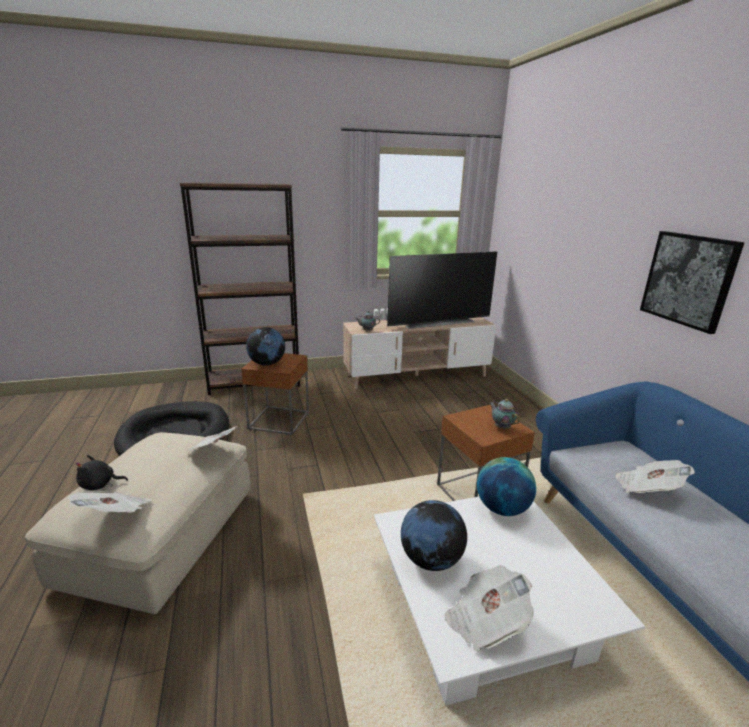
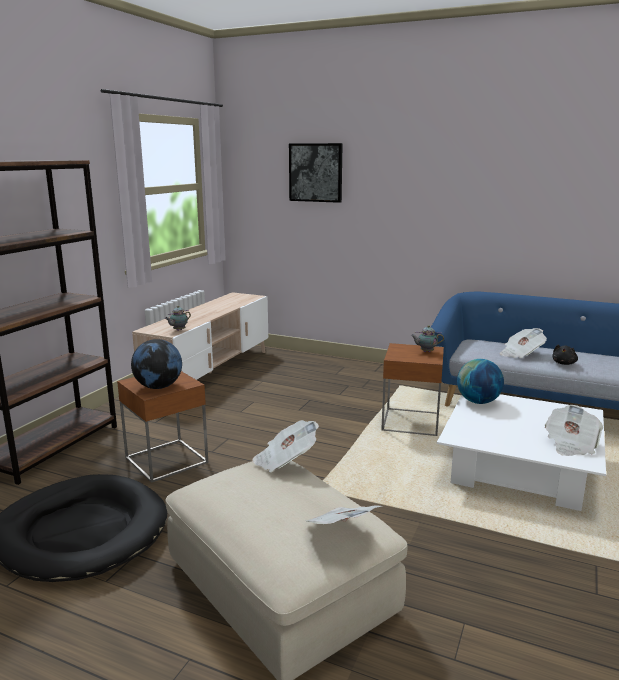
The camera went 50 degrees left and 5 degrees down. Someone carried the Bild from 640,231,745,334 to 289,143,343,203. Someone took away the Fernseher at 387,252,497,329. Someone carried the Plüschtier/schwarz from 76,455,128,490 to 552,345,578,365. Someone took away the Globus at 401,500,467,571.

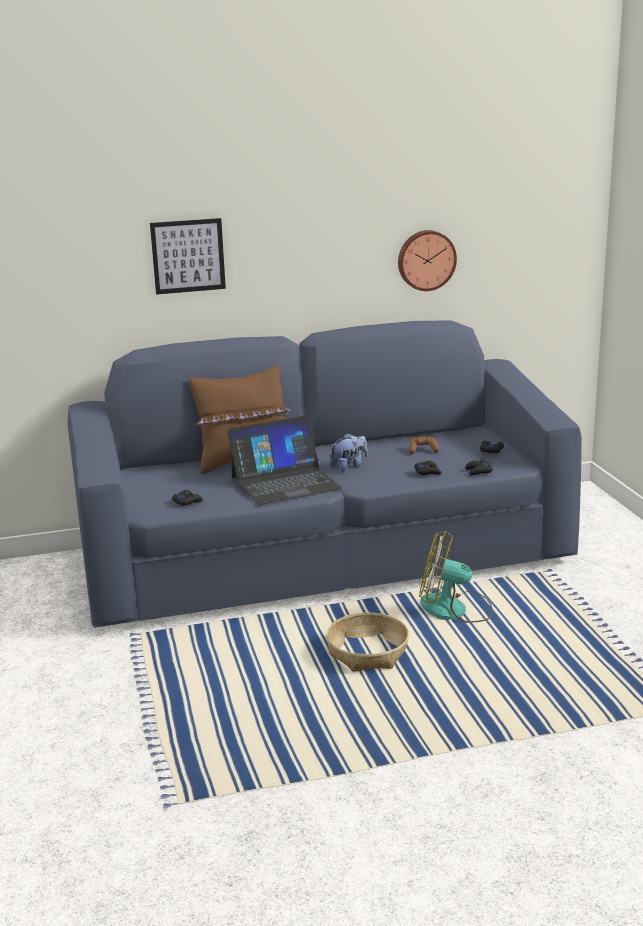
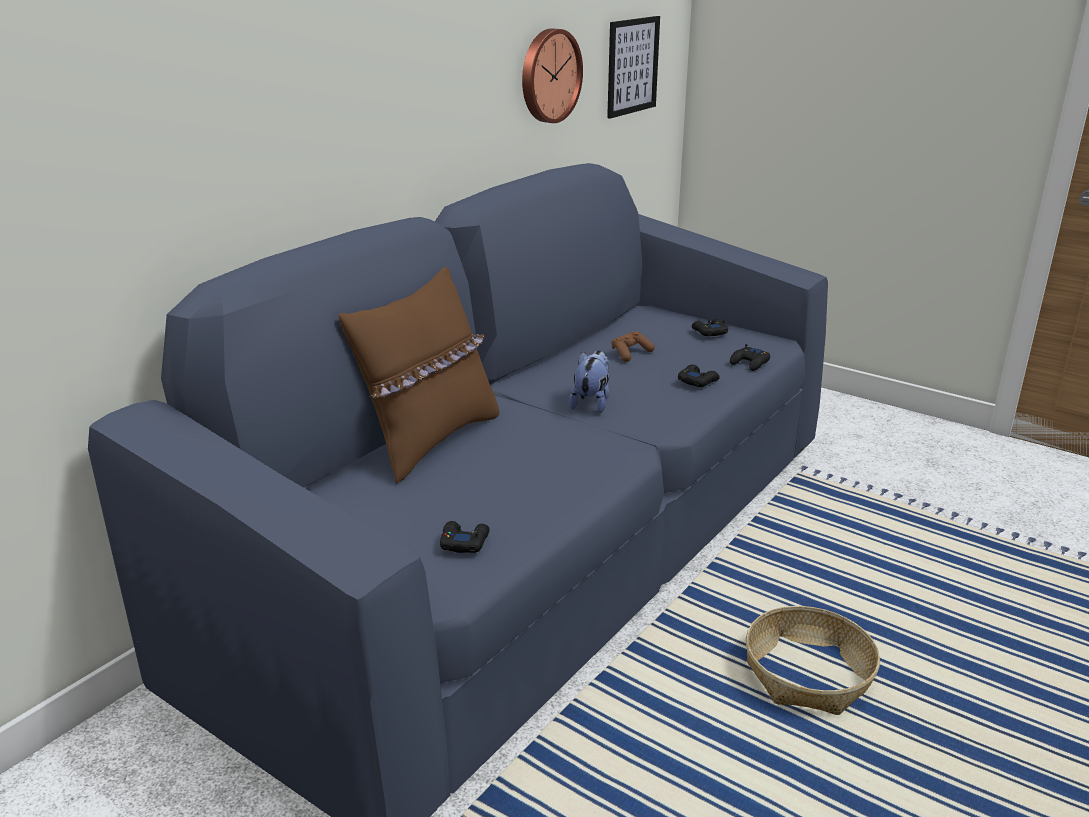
The camera went 40 degrees left and 5 degrees up. Someone carried the Bild from 150,218,226,295 to 607,16,660,119. Someone took away the Laptop at 227,415,342,505. Someone took away the Ventilator at 419,531,493,623.

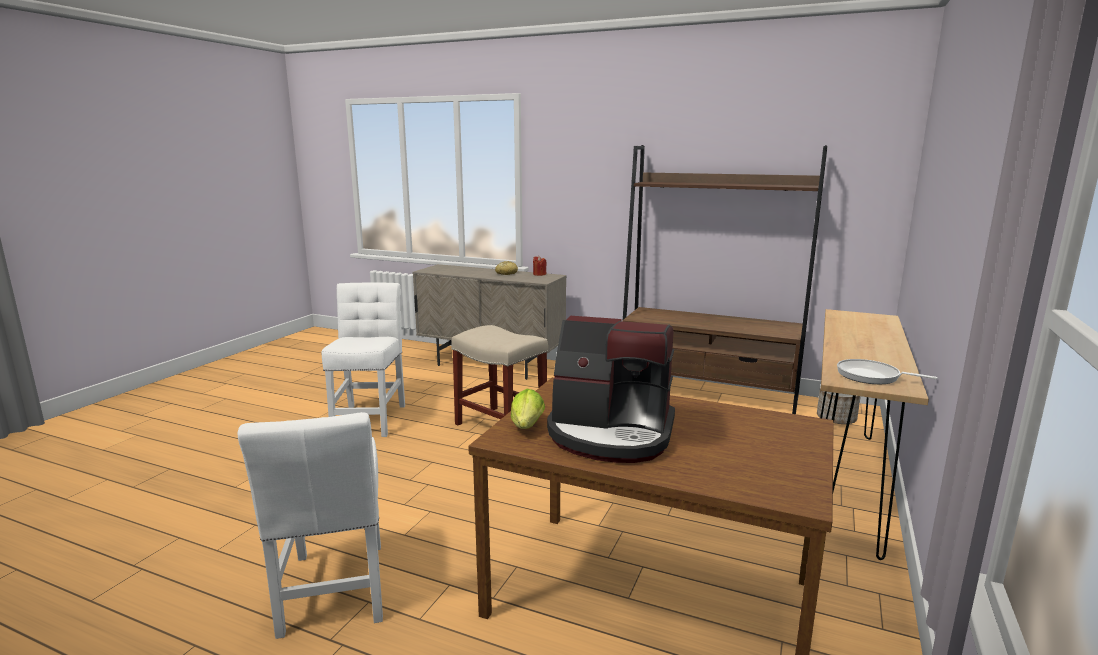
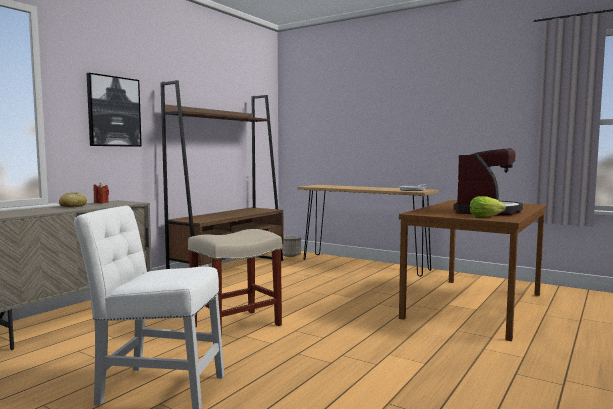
The camera went 80 degrees left and 10 degrees down. Someone took away the Stuhl/weiß at 238,412,383,639. Someone put up the Bild at 86,73,142,147.

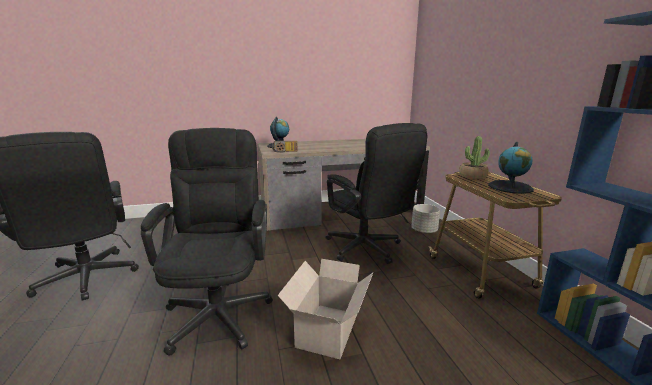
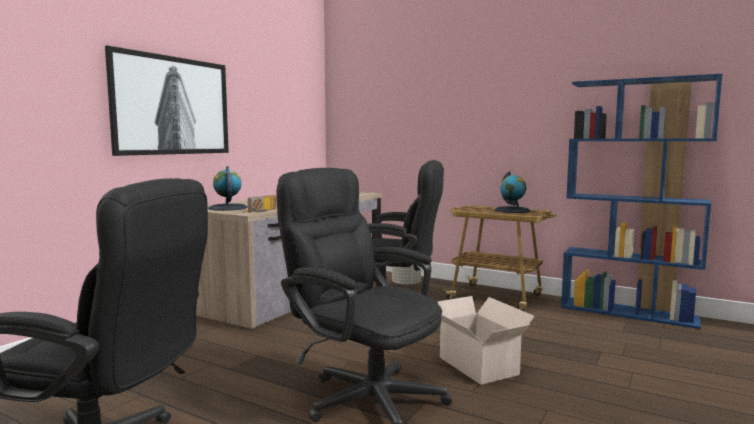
The camera went 45 degrees left and 10 degrees down. Someone took away the Topfpflanze at 459,136,490,179. Someone put up the Bild at 105,45,229,156.

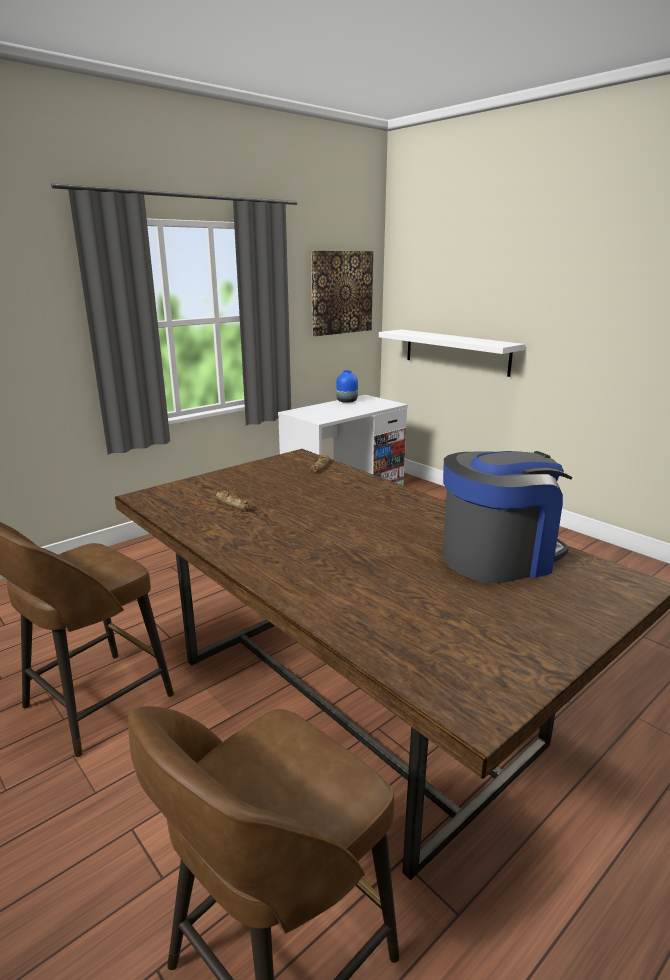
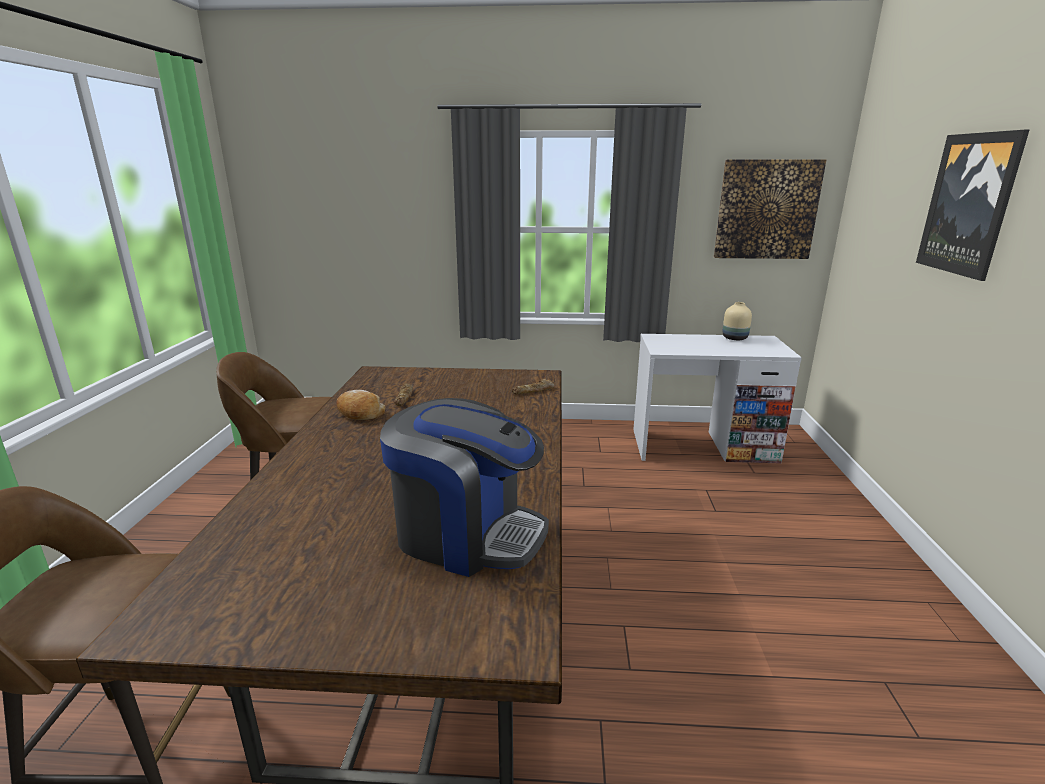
The camera went 45 degrees right and 0 degrees up. Someone took away the Wandregal/weiß at 379,329,525,377. Someone repainted the Vase/blau at 336,370,358,403, which became the Vase/beige at 723,302,752,340. Someone put up the Bild at 916,130,1029,281. Someone put down the Brot at 336,390,385,420.

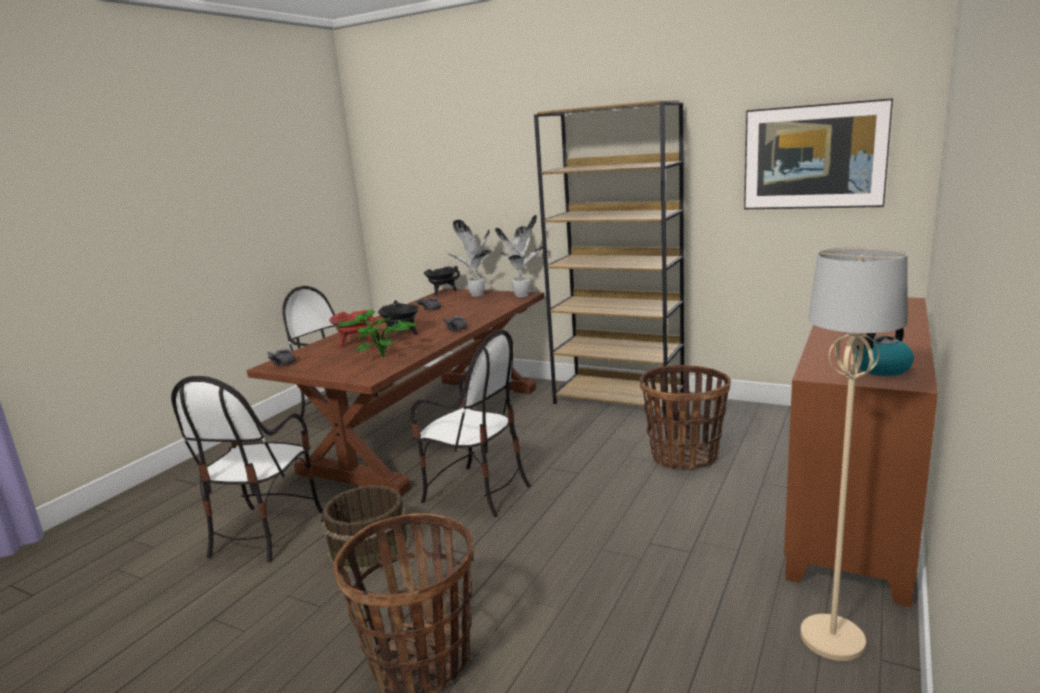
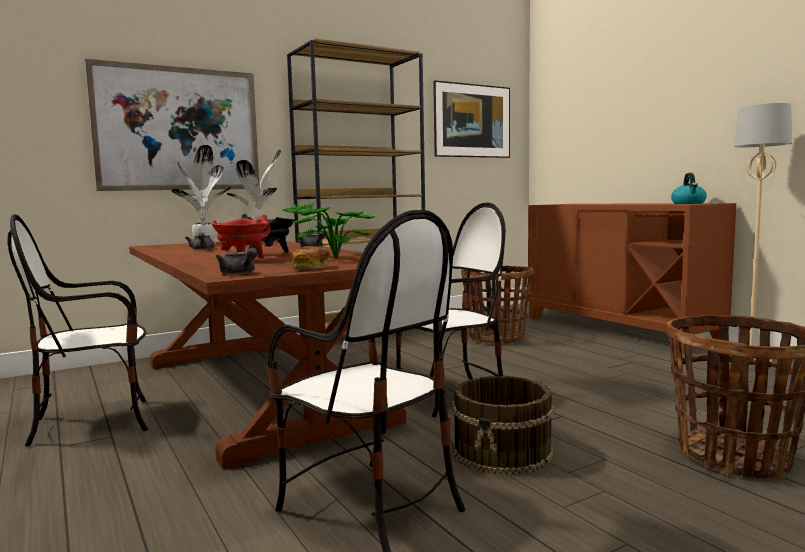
The camera went 60 degrees left and 10 degrees down. Someone took away the Kochtopf/schwarz at 424,266,460,295. Someone put up the Bild at 85,59,259,191. Someone put down the Brot at 291,246,330,269.

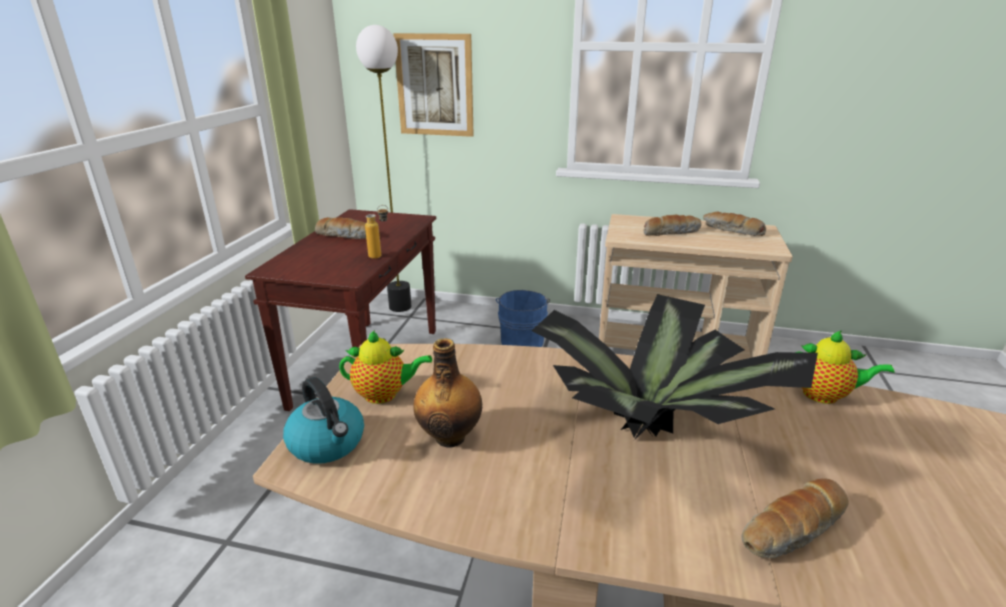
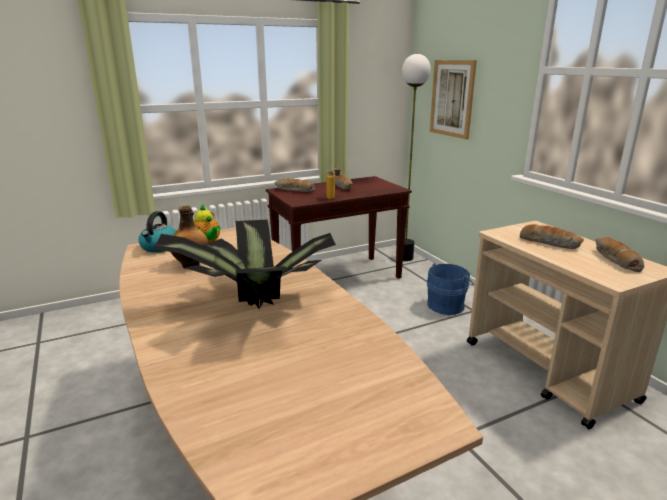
The camera went 50 degrees right and 5 degrees down. Someone took away the Teekanne at 798,331,895,404. Someone carried the Brot from 741,479,849,558 to 275,179,315,192.

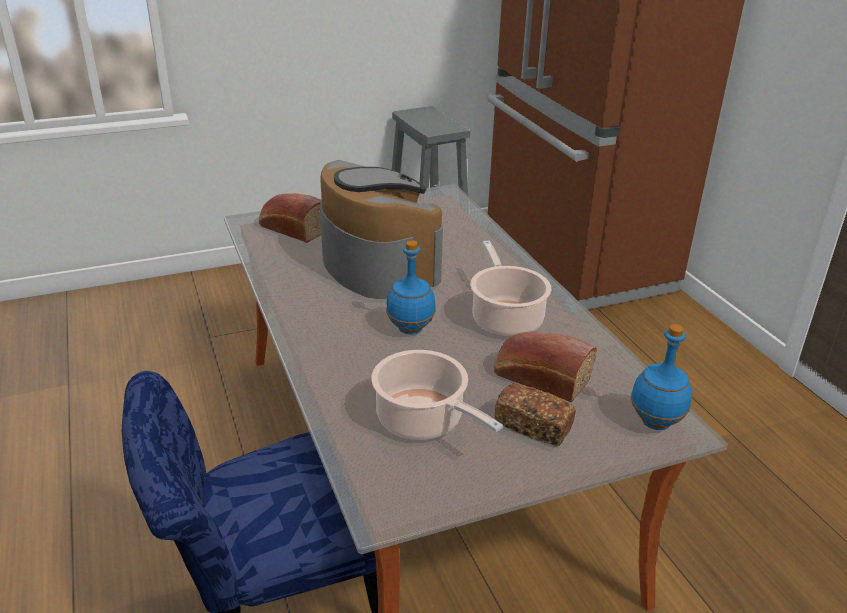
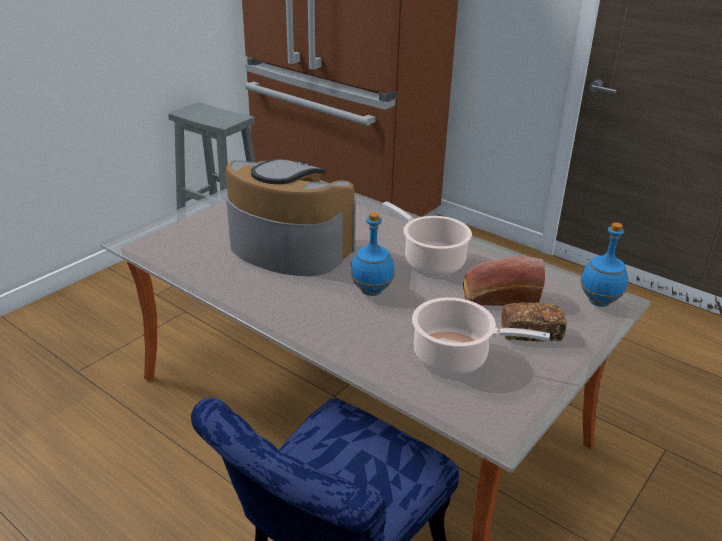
The camera went 30 degrees left and 0 degrees up. Someone took away the Brot at 259,193,321,243.

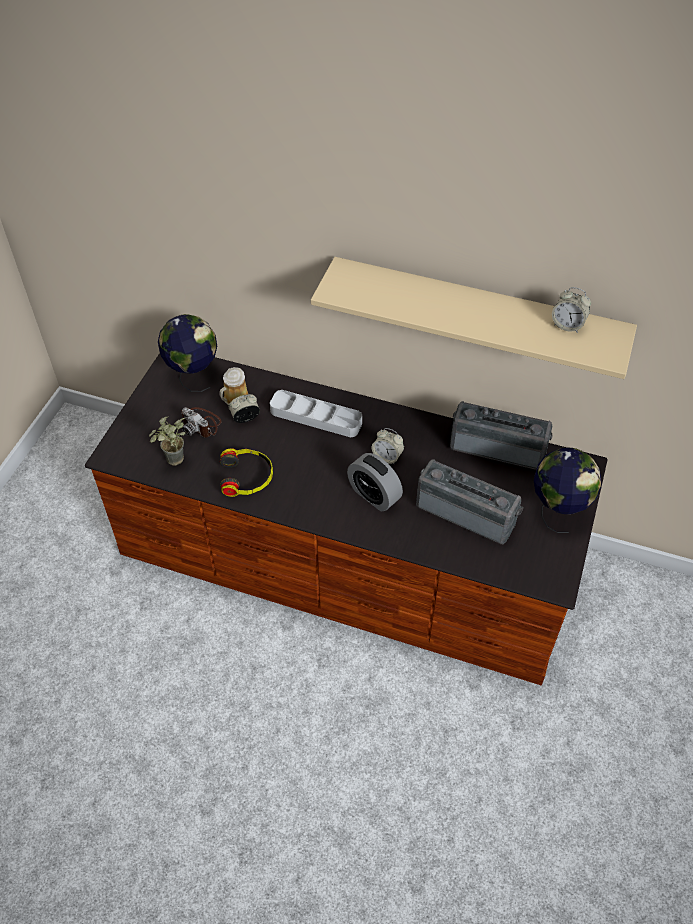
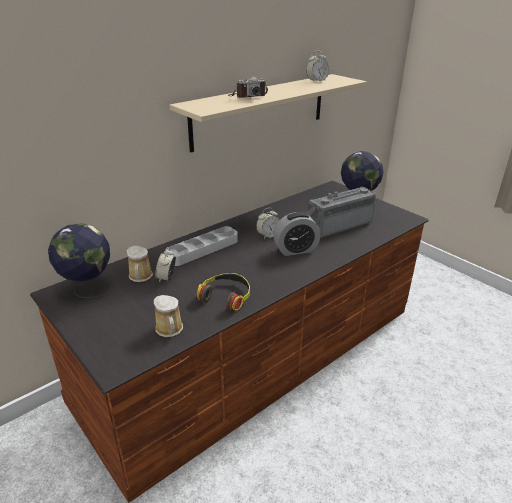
The camera went 60 degrees left and 20 degrees down. Someone took away the Radio at 450,401,553,470. Someone carried the Kamera from 181,407,222,437 to 228,76,268,98. Someone swapped the Topfpflanze at 149,416,185,465 for the Henkelbecher at 154,295,183,337.

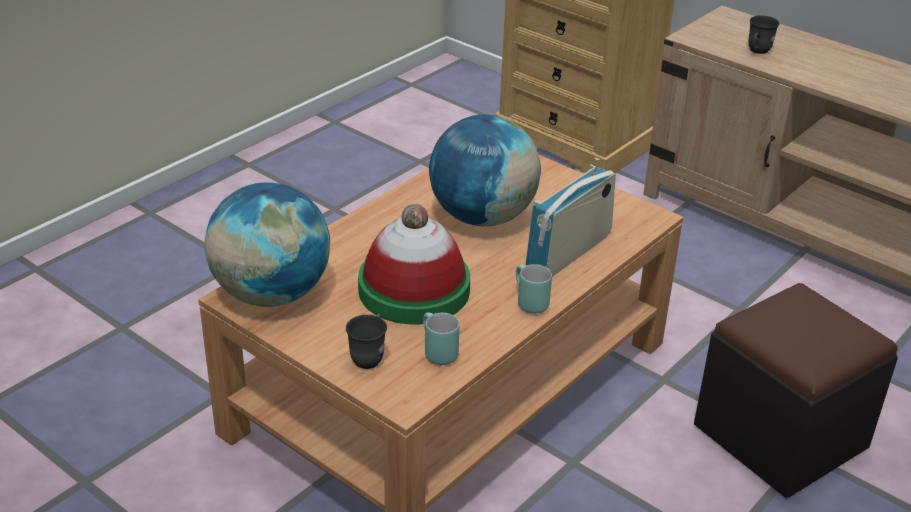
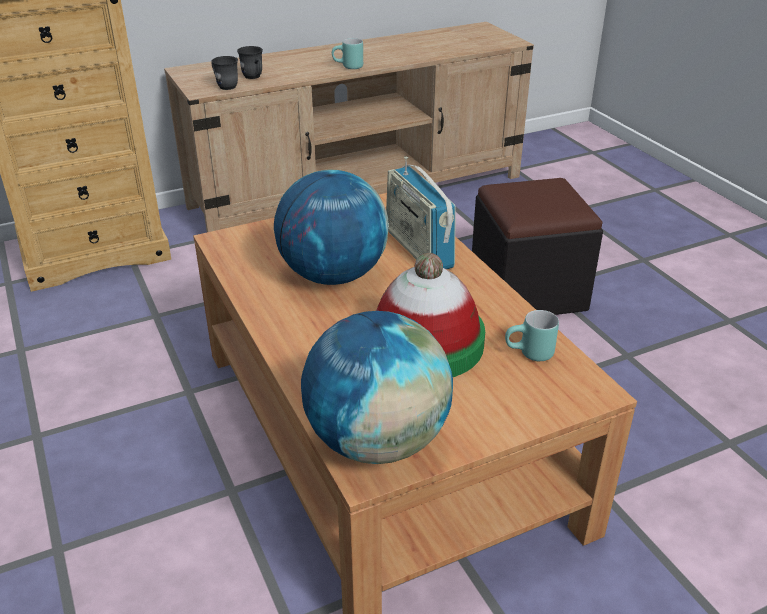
The camera went 65 degrees left and 0 degrees up. Someone carried the Henkelbecher/türkis from 516,264,552,314 to 332,38,363,69. Someone carried the Henkelbecher/grau from 346,314,387,369 to 211,56,238,90.

